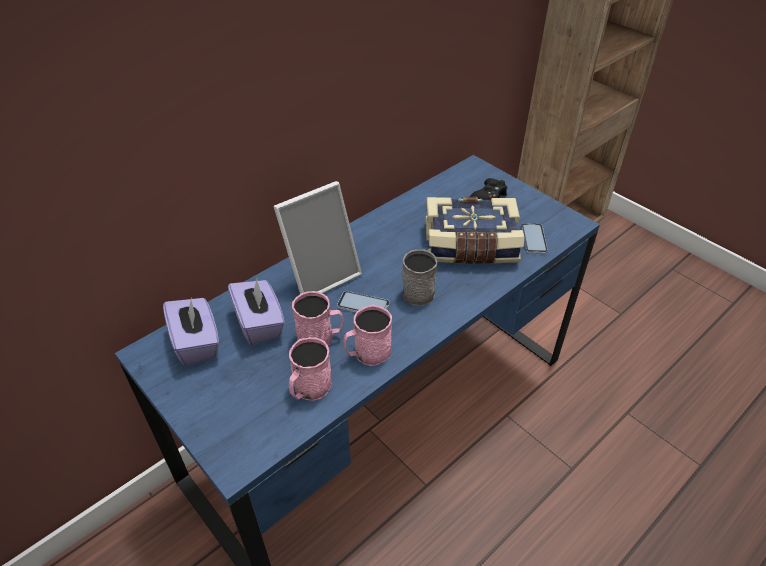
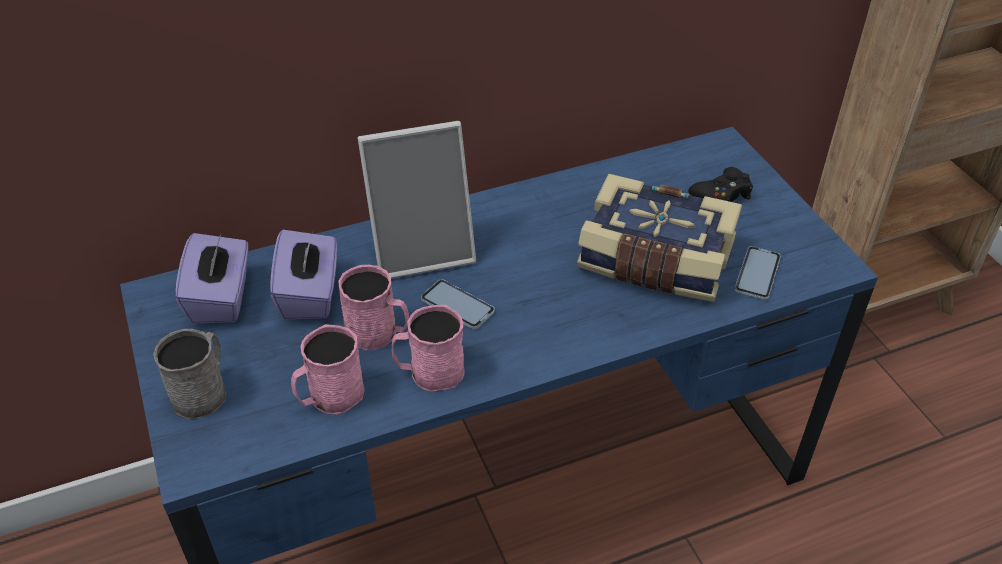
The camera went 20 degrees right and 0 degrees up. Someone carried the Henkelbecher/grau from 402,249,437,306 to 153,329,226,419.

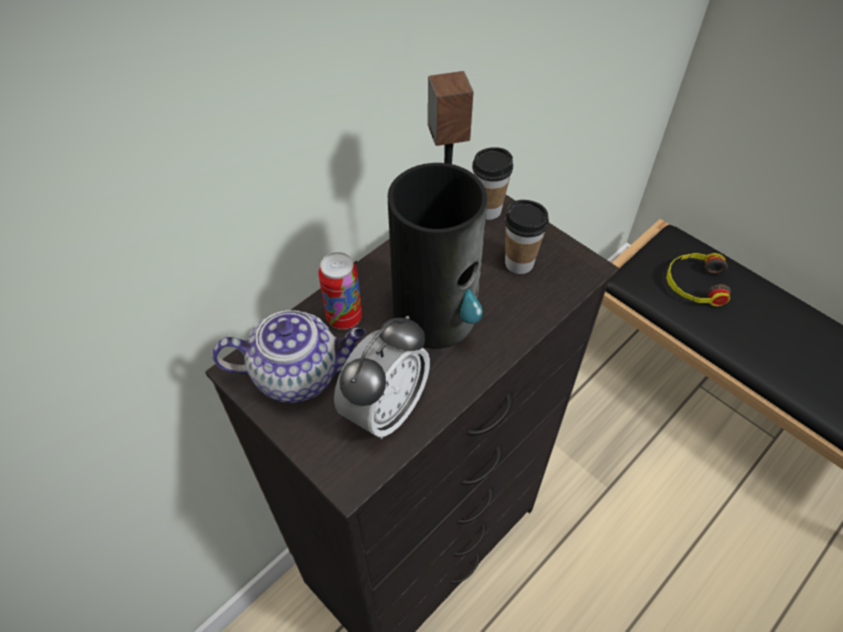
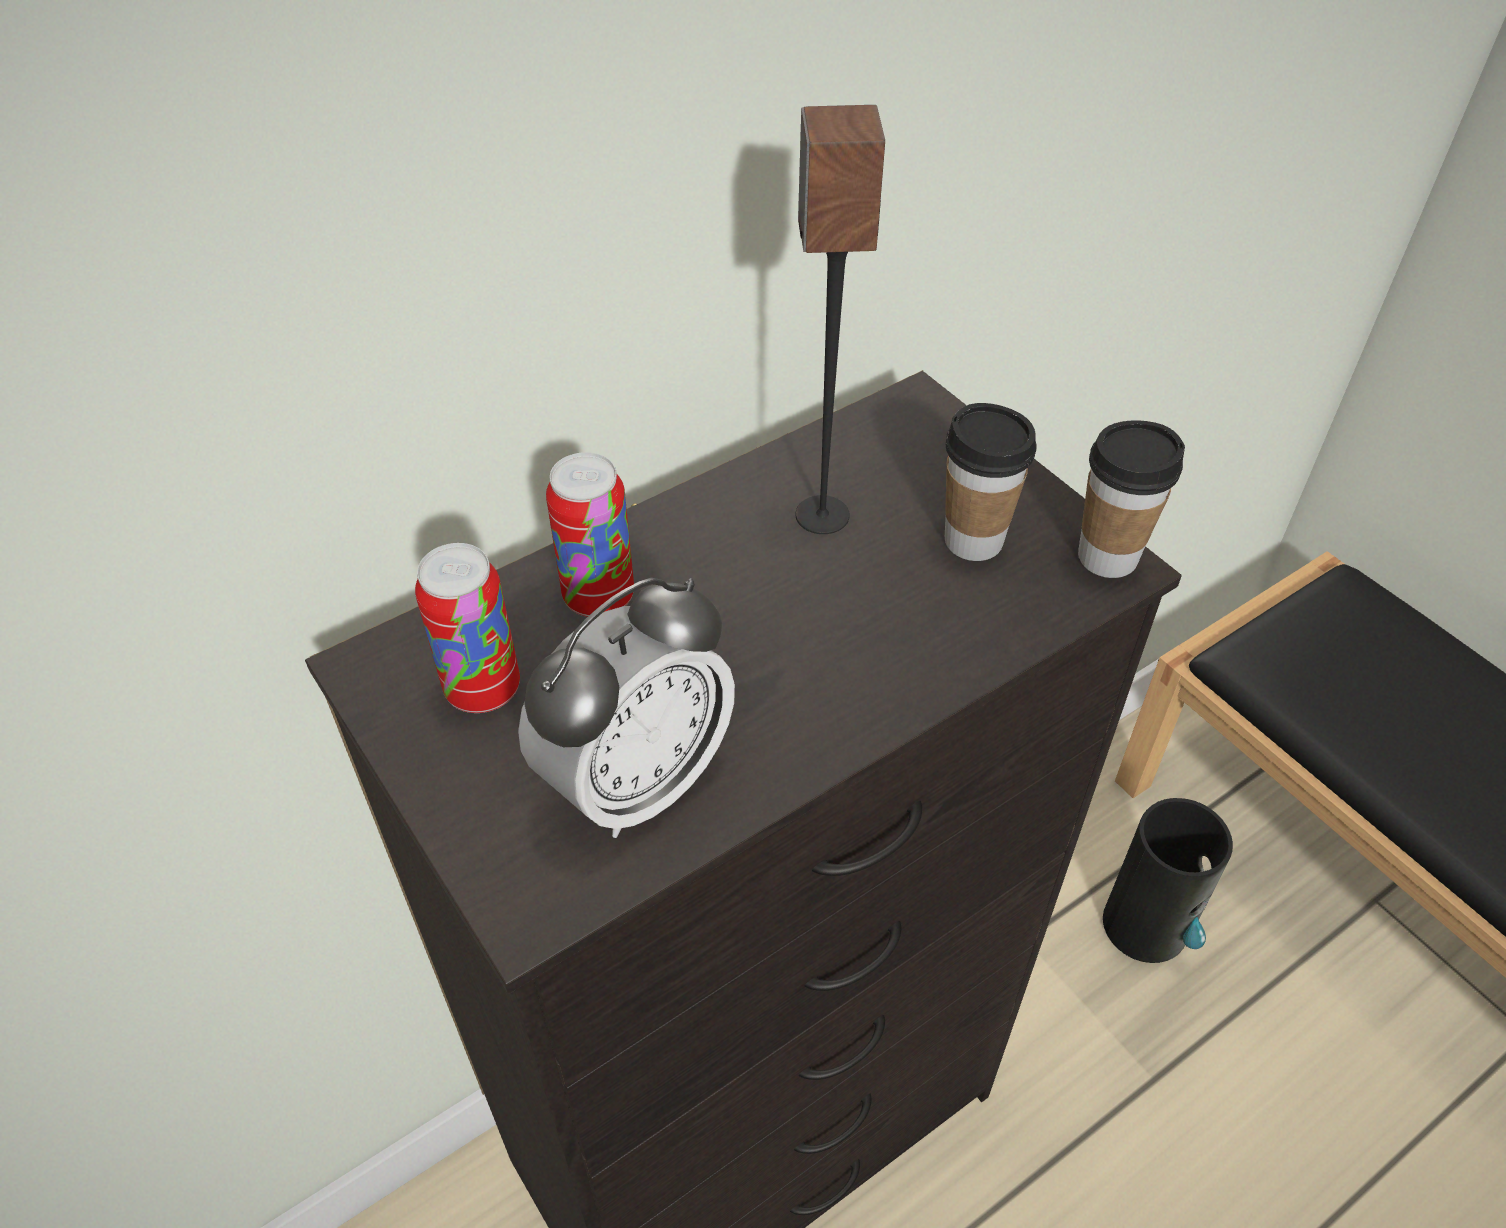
The camera went 10 degrees right and 5 degrees down. Someone carried the Tasse from 472,147,513,220 to 1078,420,1185,578. Someone carried the Vase from 388,163,487,349 to 1103,798,1233,963. Someone took away the Kopfhörer at 666,253,731,306. Someone swapped the Teekanne at 212,310,366,403 for the Dose at 415,543,520,713.

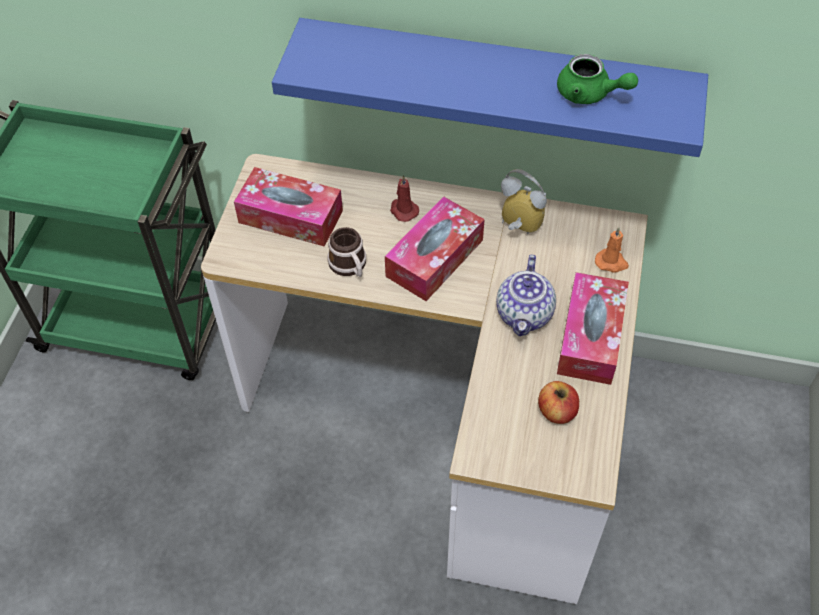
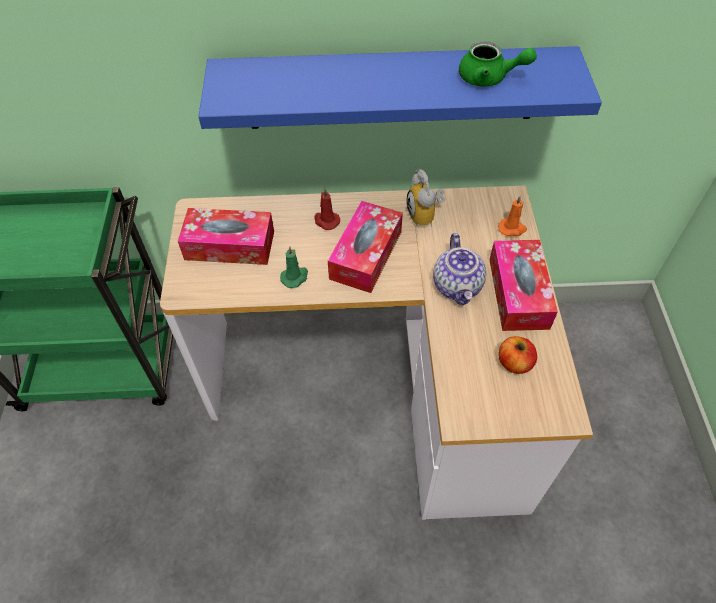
The camera went 15 degrees left and 0 degrees up. Someone rotated the Wecker at 501,169,547,234 by 120 degrees counterclockwise. Someone swapped the Henkelbecher at 327,227,366,277 for the Kerze/grün at 280,246,308,288.

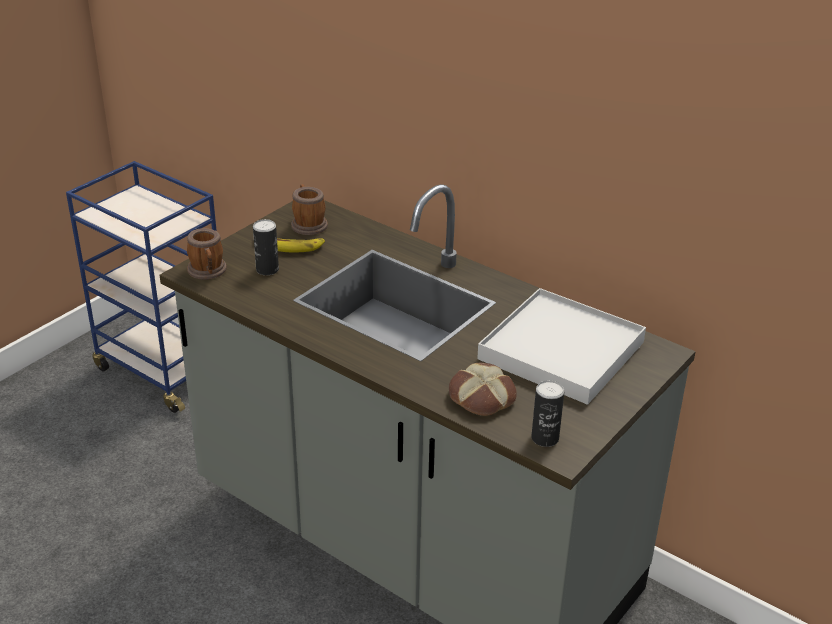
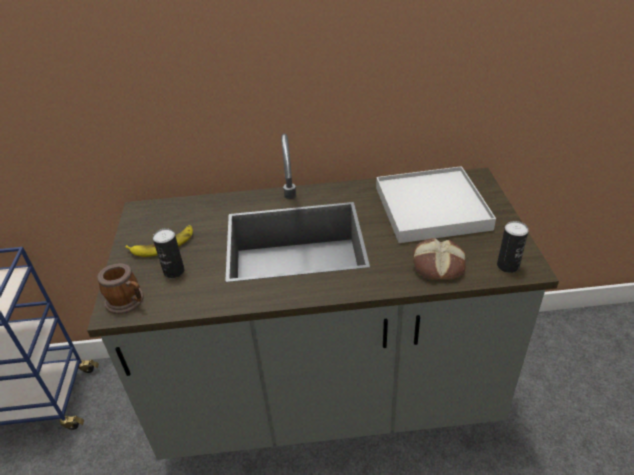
The camera went 40 degrees left and 5 degrees up. Someone took away the Henkelbecher at 291,184,328,235.

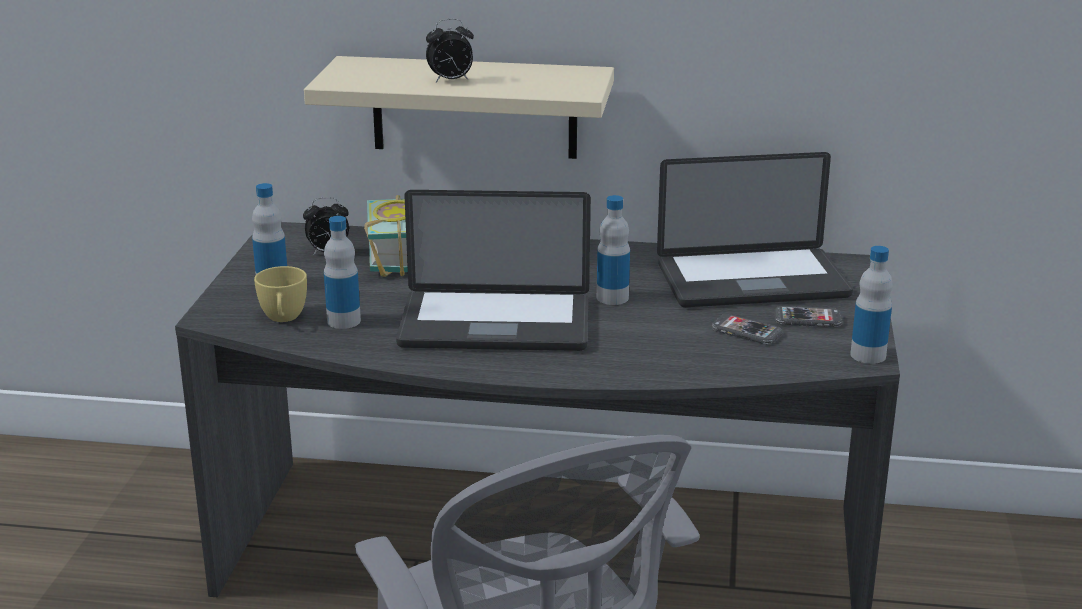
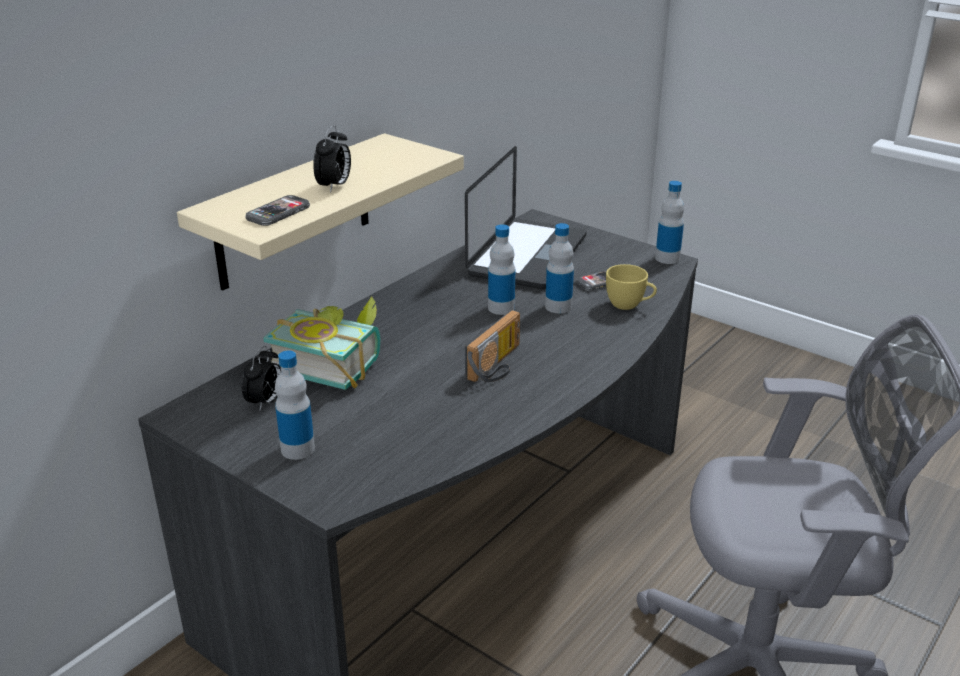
The camera went 60 degrees left and 5 degrees up. Someone swapped the Laptop at 396,190,591,351 for the Radio at 465,310,520,382. Someone carried the Flasche from 324,216,361,329 to 545,223,574,313. Someone carried the Tasse/gelb from 254,266,307,322 to 606,264,657,310. Someone carried the Handy from 774,306,842,327 to 245,195,310,226.

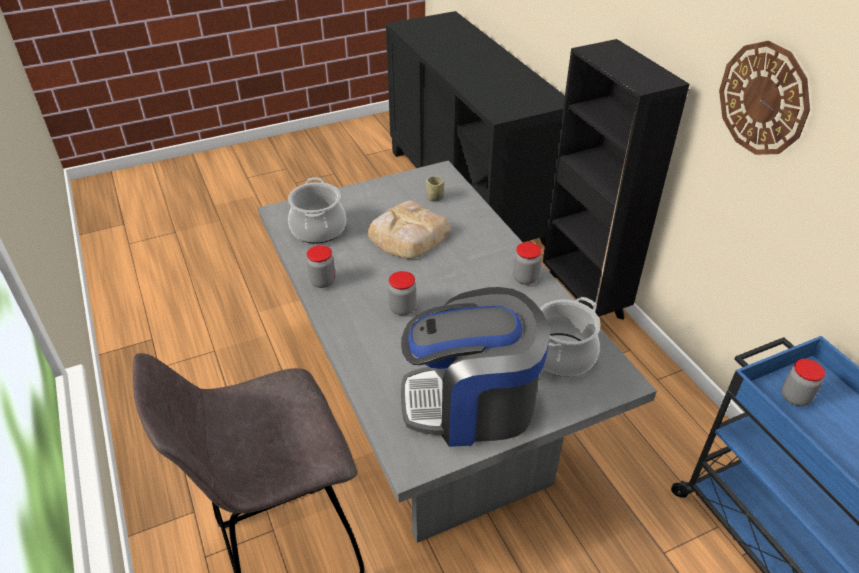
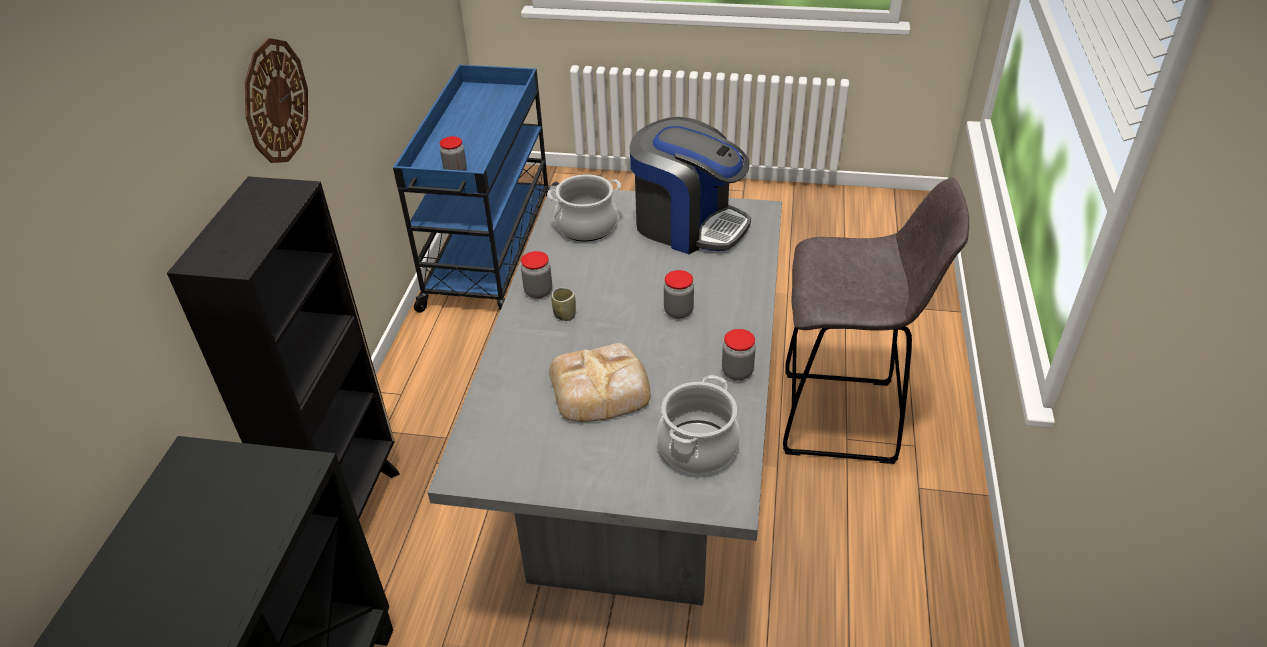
The camera went 145 degrees left and 0 degrees up. Someone carried the Tasse from 426,176,444,201 to 551,288,576,321.

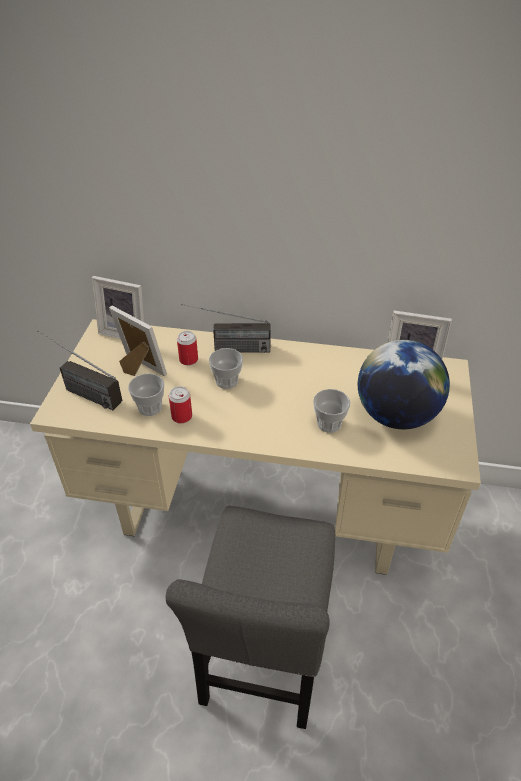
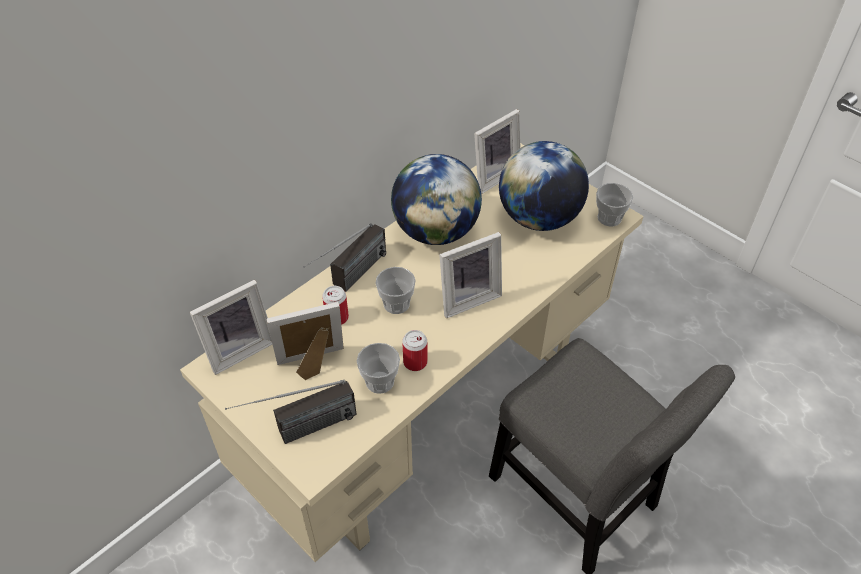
The camera went 55 degrees left and 5 degrees up. Someone carried the Tasse from 313,389,350,433 to 596,183,633,226. Someone put down the Globus at 391,154,482,245. Someone put down the Bilderrahmen at 439,232,502,318.

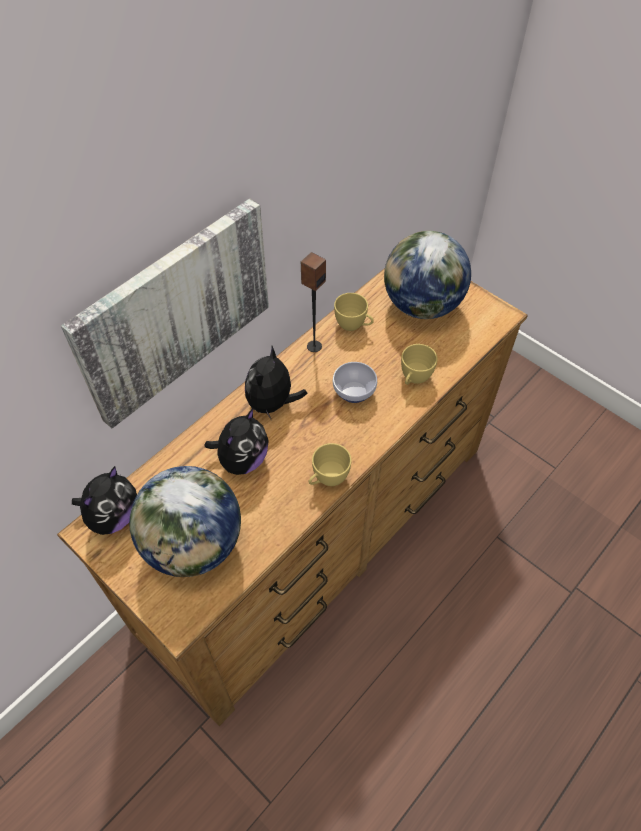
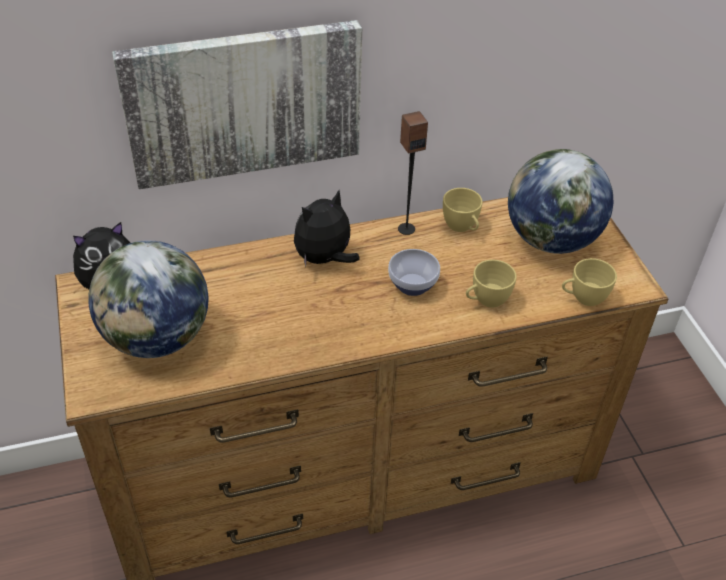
The camera went 30 degrees right and 10 degrees down. Someone took away the Plüschtier at 204,408,269,475. Someone carried the Tasse/gelb from 308,443,352,486 to 562,258,617,306.

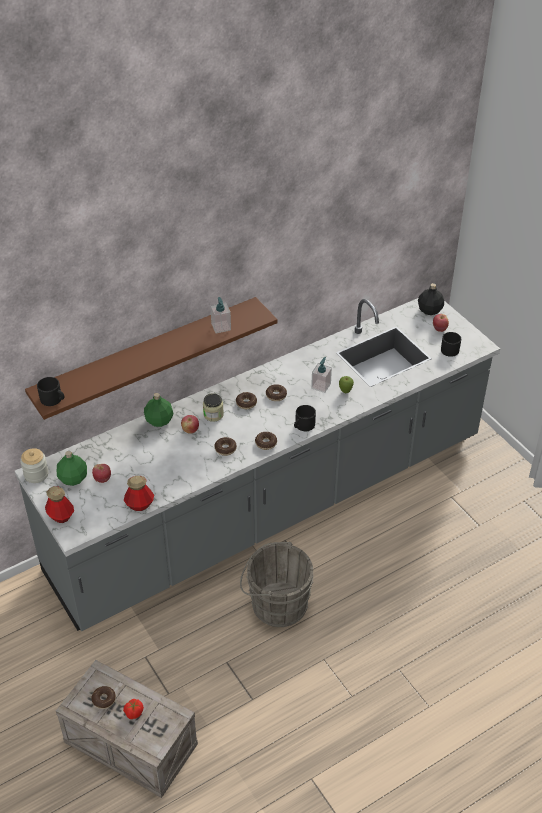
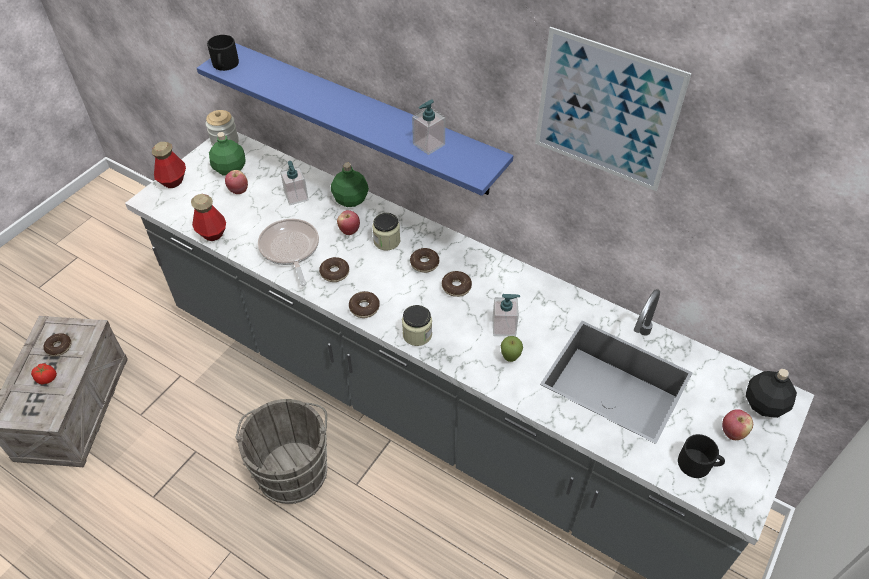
The camera went 65 degrees right and 5 degrees up. Someone repainted the Wandregal/braun at 25,297,278,420, which became the Wandregal/blau at 197,43,513,196. Someone swapped the Henkelbecher/schwarz at 294,405,316,431 for the Vorratsglas at 402,305,432,346. Someone put up the Bild at 535,27,692,191. Someone put down the Seifenspender at 280,161,309,205. Someone put down the Pfanne at 258,219,319,286.

